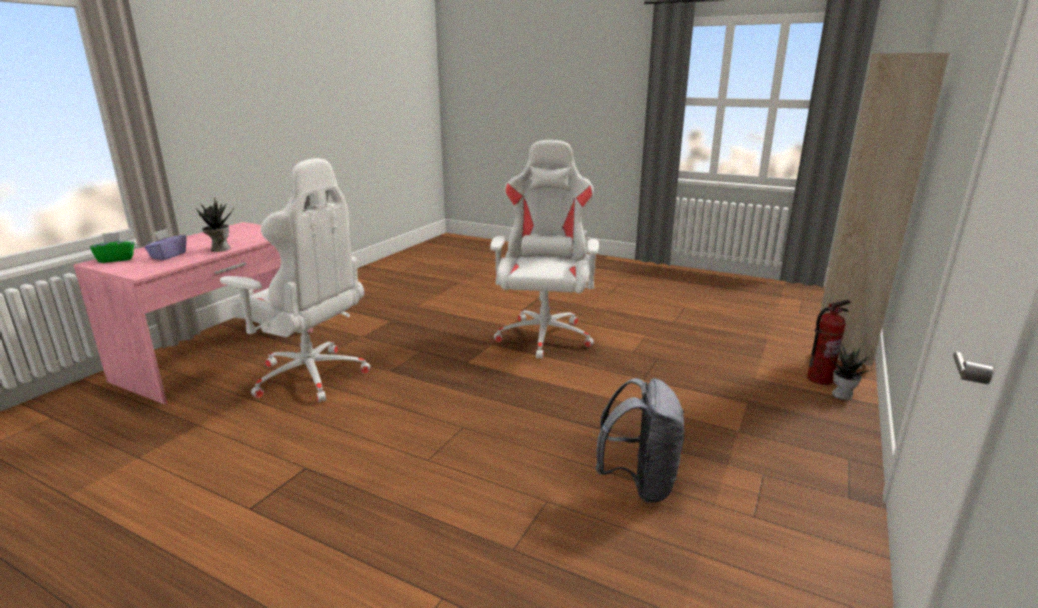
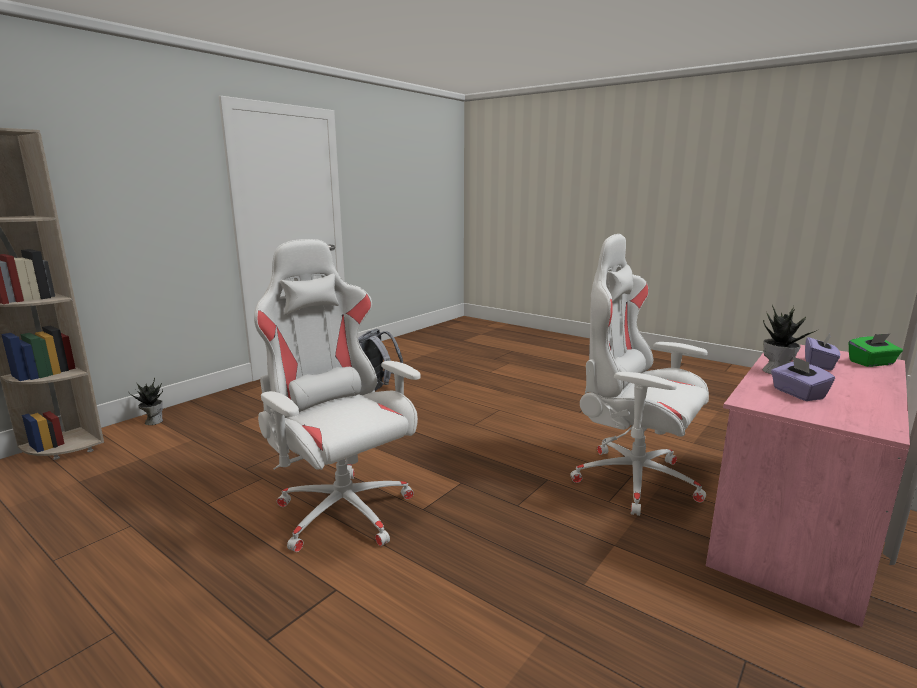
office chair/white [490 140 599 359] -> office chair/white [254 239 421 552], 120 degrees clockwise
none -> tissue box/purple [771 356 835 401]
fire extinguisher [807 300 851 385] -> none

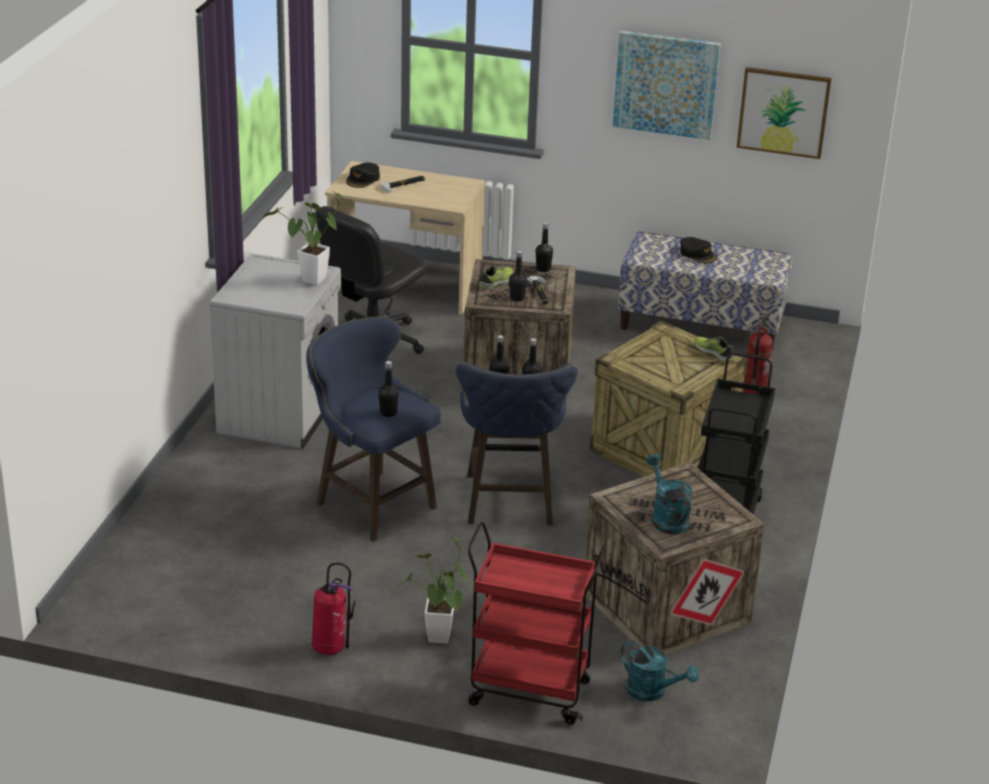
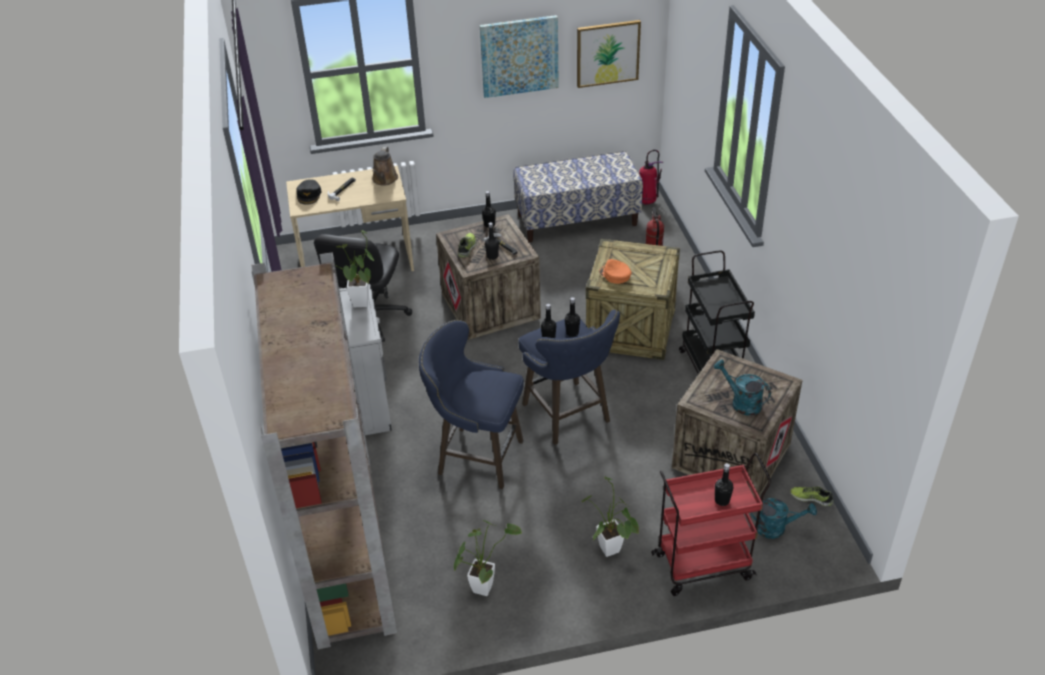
none -> bookcase/brown [251 252 397 649]
none -> watering can/brown [372 147 398 186]
none -> potted plant [454 520 522 596]
none -> cap/orange [599 259 632 284]
fire extinguisher [312 563 355 655] -> fire extinguisher [639 150 663 205], relocated
bottle/black [378 361 399 417] -> bottle/black [715 463 733 506], relocated
shoe [694 337 735 363] -> shoe [790 486 833 506], relocated
cap/black [680 237 717 263] -> none

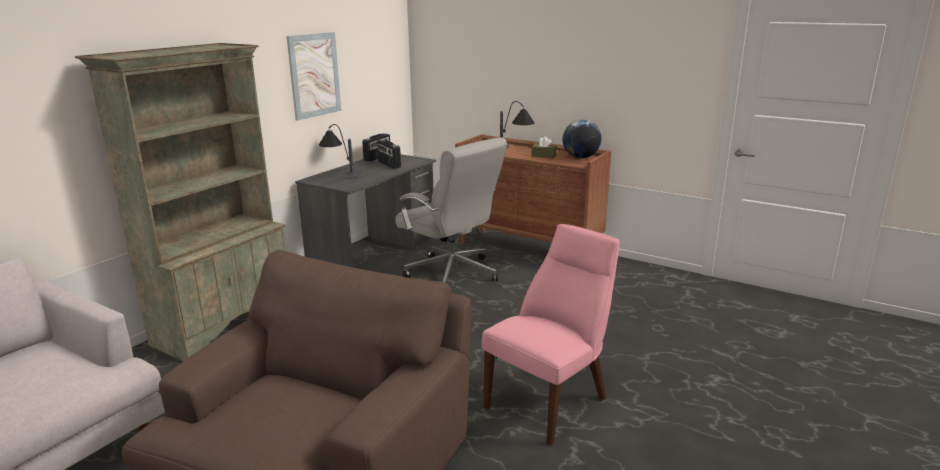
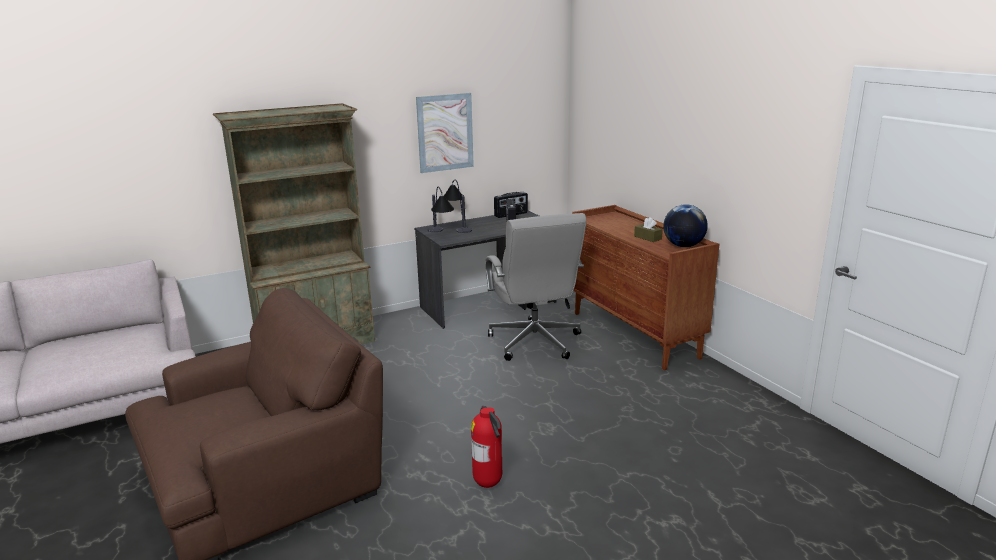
table lamp [500 101 535 148] -> table lamp [428 187 454 232], relocated
chair/pink [482 224 619 446] -> fire extinguisher [471 406 502 488]

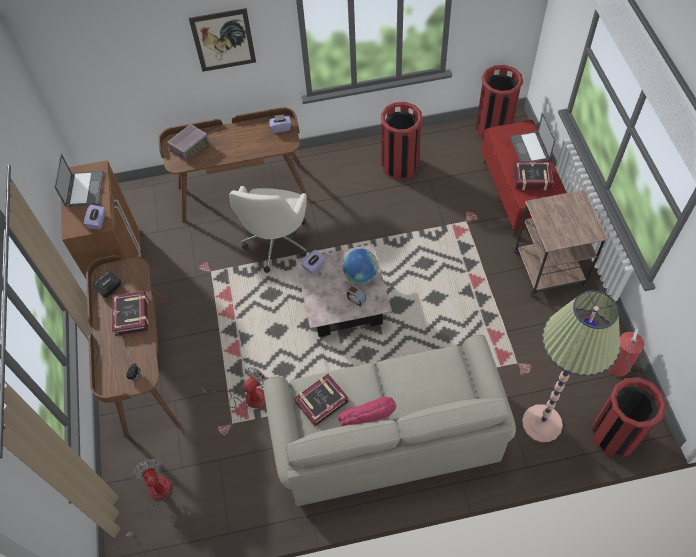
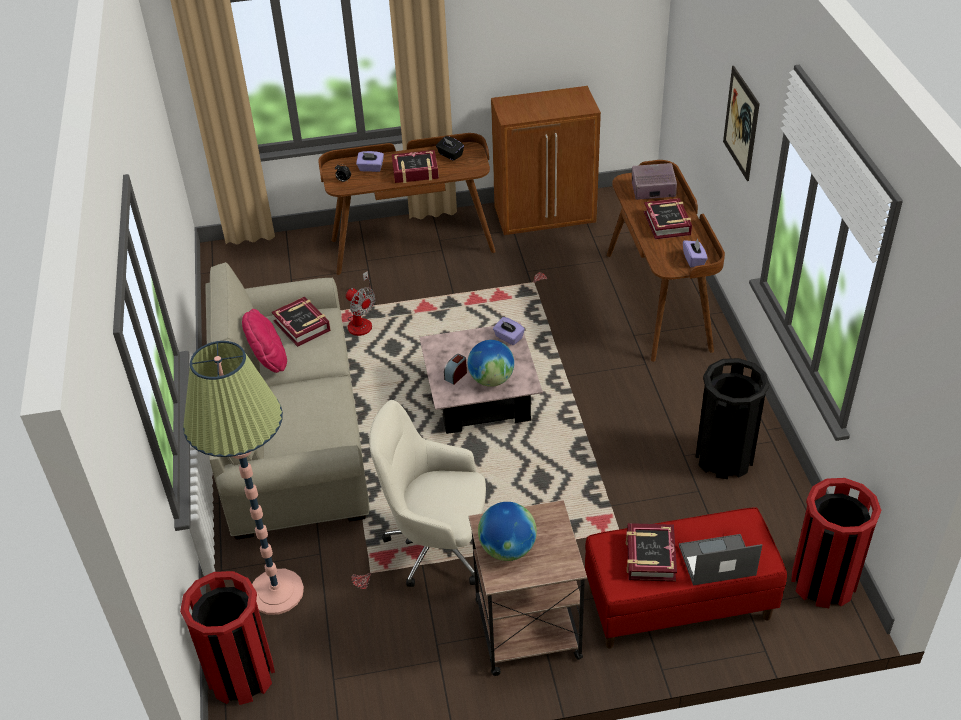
tissue box/purple [84 205 105 229] -> tissue box/purple [356 151 384 172], relocated
office chair/beige [229 186 307 273] -> office chair/beige [369 400 486 587], relocated
none -> globe [478 502 537 561]
radio [167 124 209 162] -> radio [632 163 677 200], 135 degrees clockwise
none -> book [644 198 692 239]
trash can/red [381 102 423 180] -> trash can/black [695 358 769 479]
laptop [54 154 104 207] -> none
fan [125 458 171 537] -> none
fire extinguisher [608 329 644 377] -> none

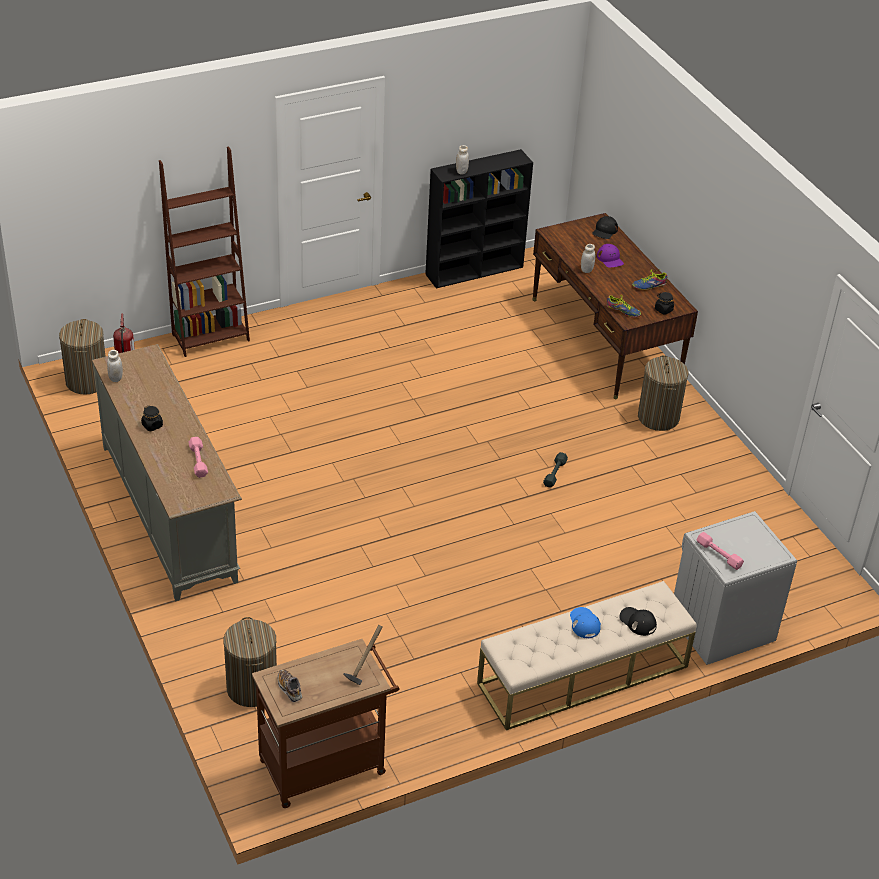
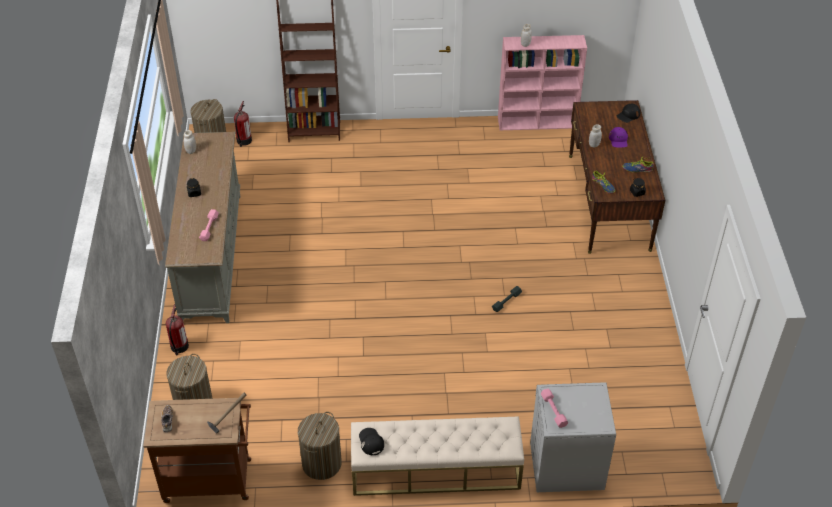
none -> fire extinguisher [166 304 189 355]
laundry basket [638 355 688 431] -> laundry basket [298 412 342 480], relocated
cap/black [619 607 657 636] -> cap/black [359 428 384 455], relocated
bookcase/black [425 149 533 288] -> bookcase/pink [498 35 587 130]
cap/blue [570 607 601 638] -> none

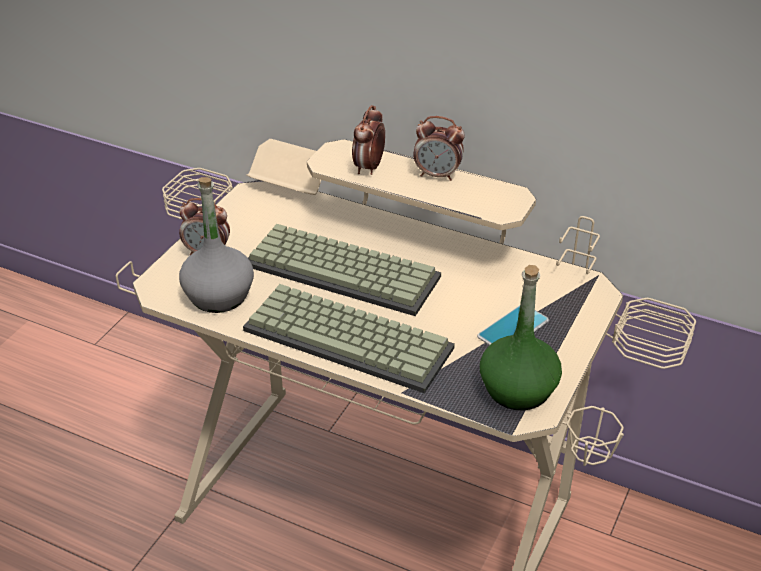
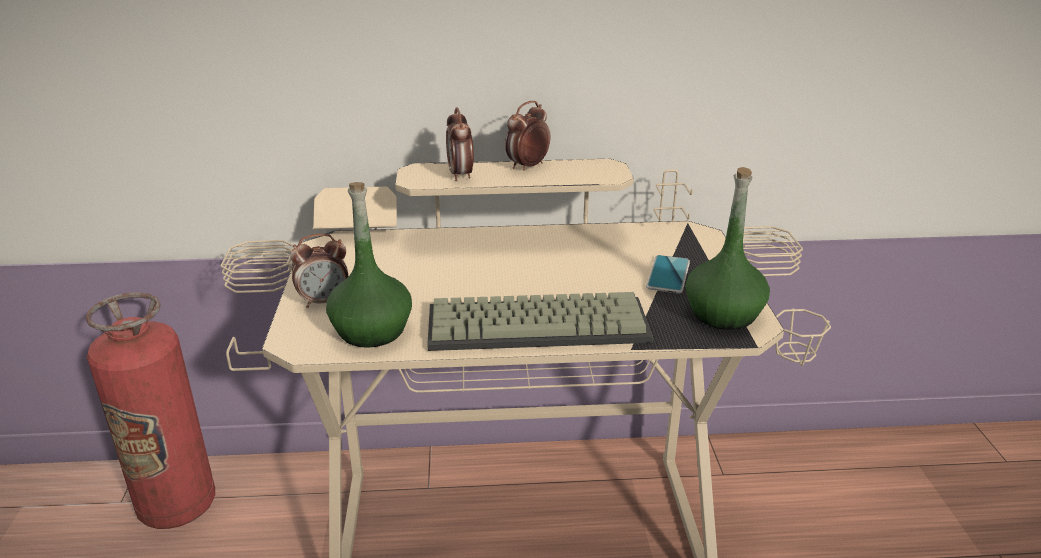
none -> fire extinguisher [86 292 215 529]
bottle/grey [179 177 254 313] -> bottle/green [326 182 412 348]
alarm clock [413 116 465 181] -> alarm clock [505 101 550 171], 150 degrees clockwise
keyboard [248 224 441 316] -> none

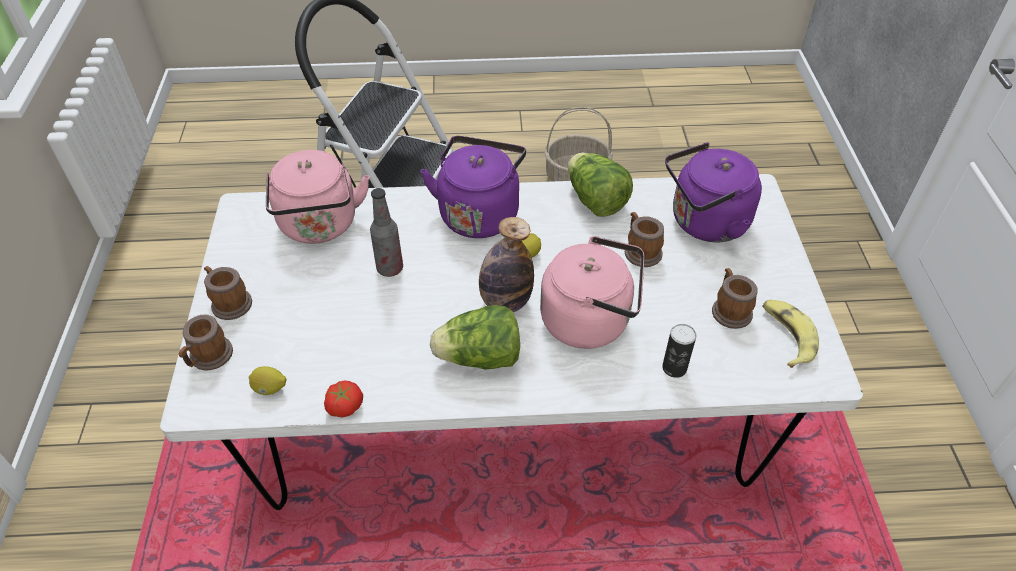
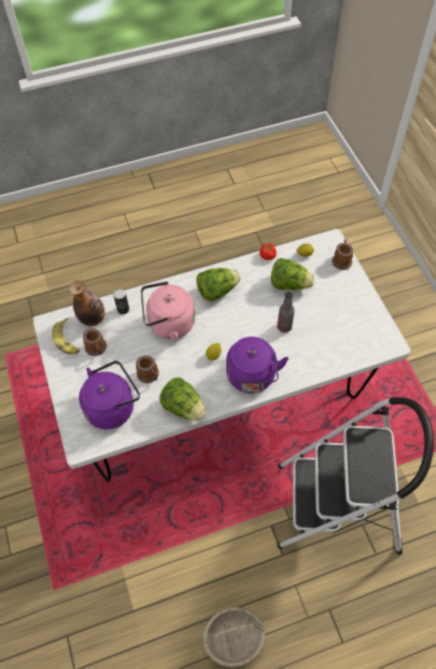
bottle [479 217 534 312] -> bottle [69 280 105 326], relocated
none -> lettuce [271 258 315 290]
mug [204 266 252 320] -> none
kettle/pink [266 150 370 244] -> none

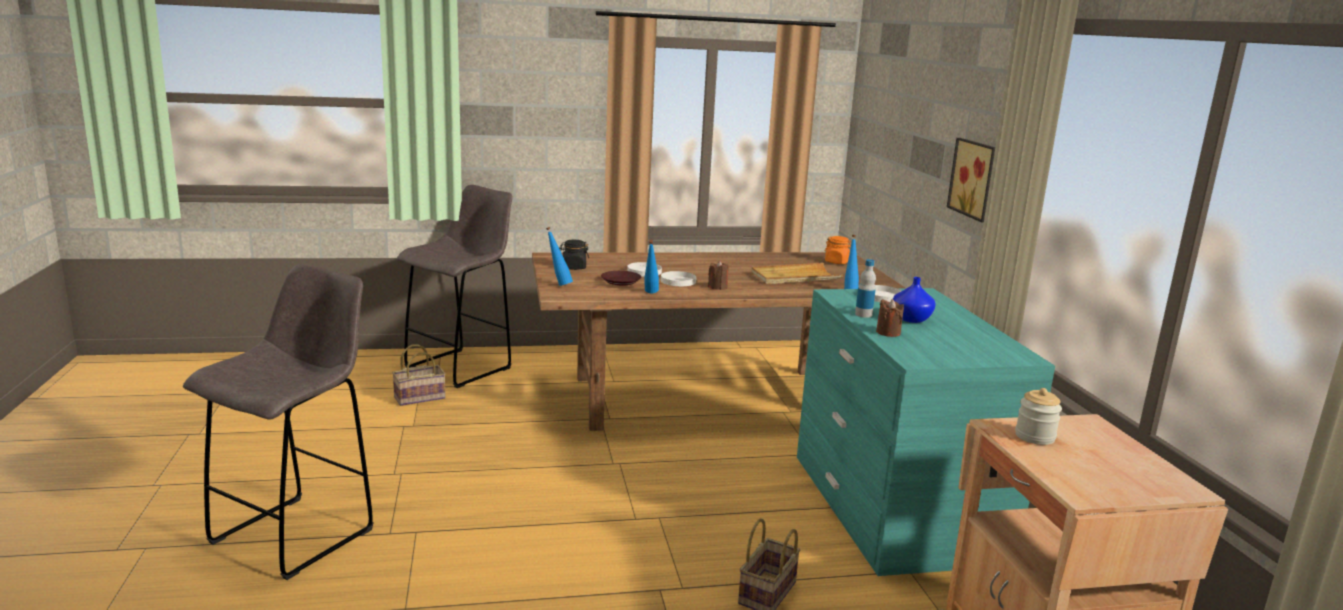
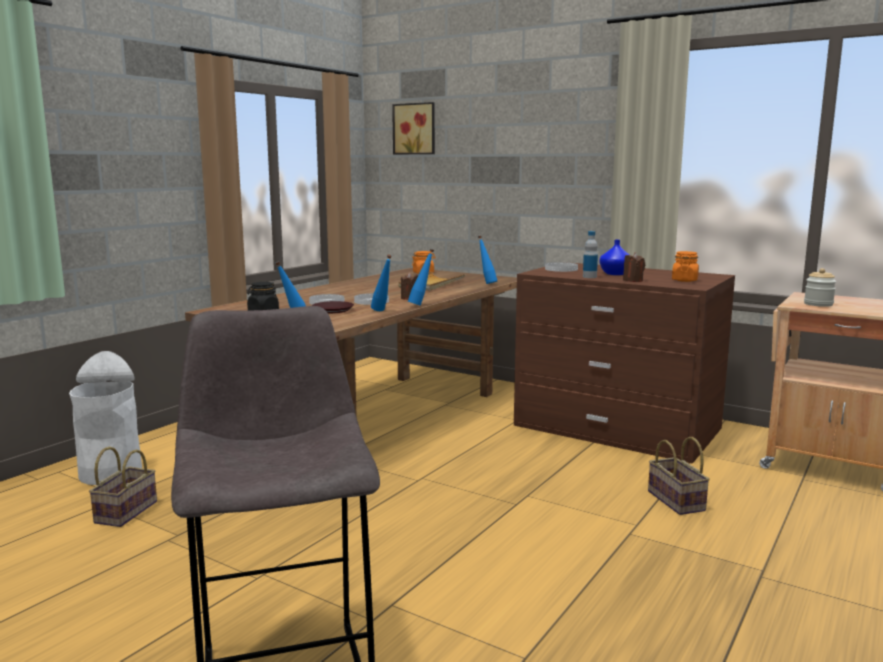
stool/grey [397 185 512 388] -> trash can/white [69 351 142 485]
picture [947 138 995 223] -> picture [392 102 435 154], relocated
none -> bottle/blue [408 249 434 306]
dresser/turquoise [797 288 1055 576] -> dresser/brown [514 262 735 464]
none -> jar/orange [672 251 699 282]

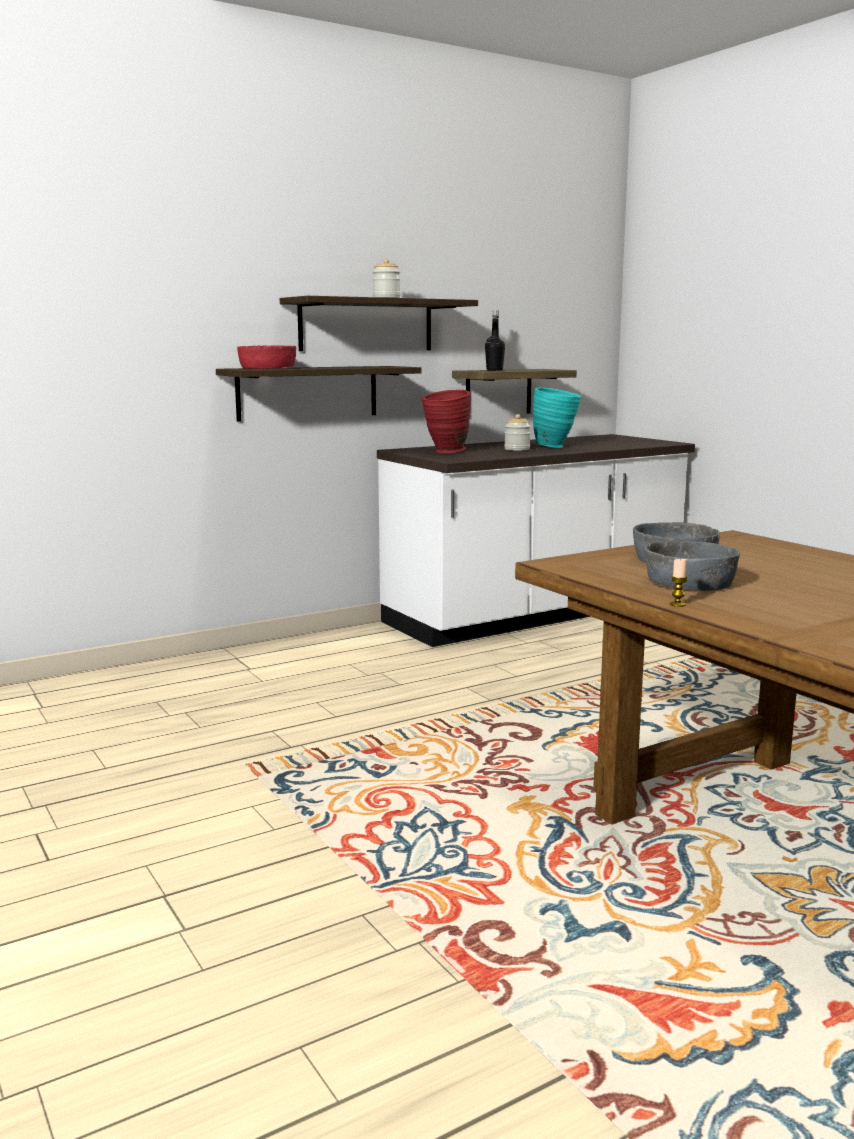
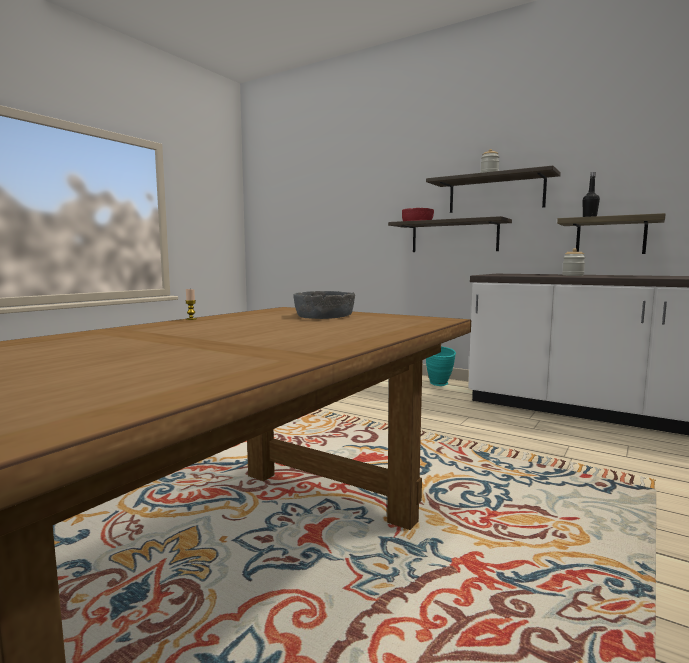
vase/turquoise [533 387 581 448] -> vase/turquoise [426 347 456 386], relocated
vase/red [421 390 471 453] -> none
bowl/grey [645 541 740 591] -> none

